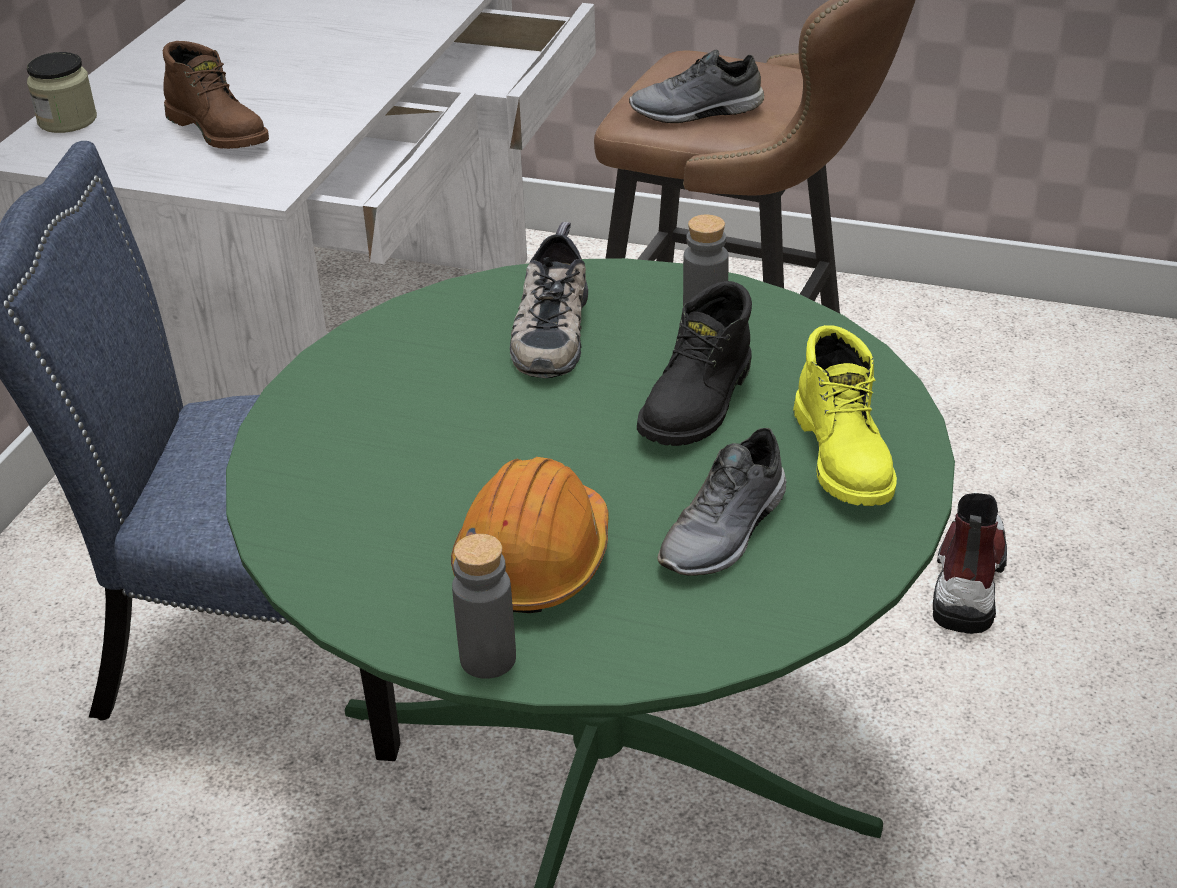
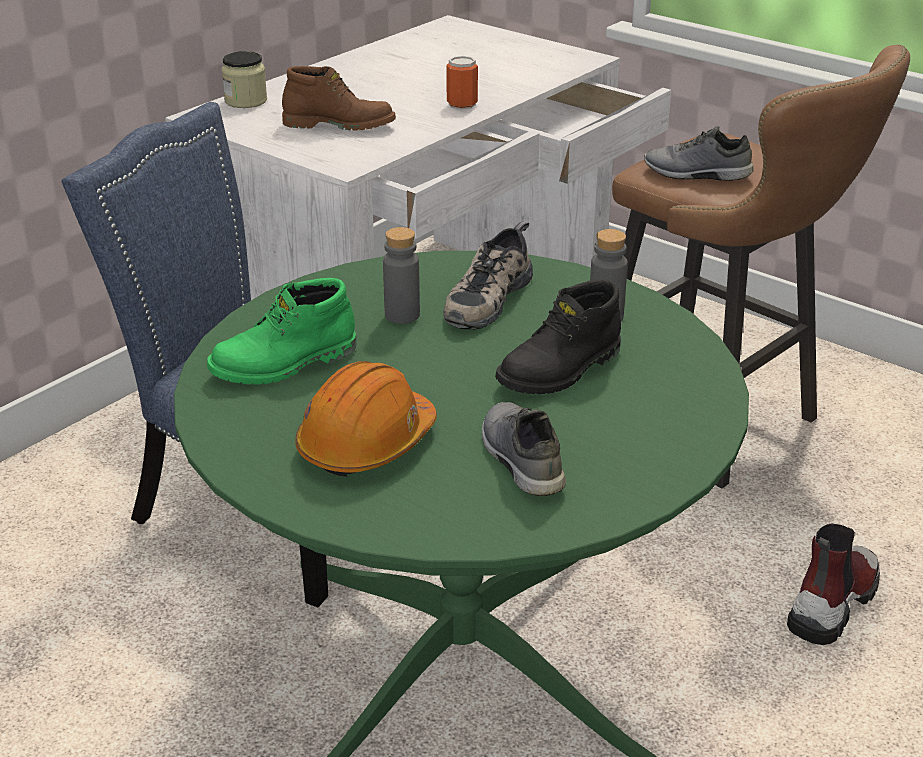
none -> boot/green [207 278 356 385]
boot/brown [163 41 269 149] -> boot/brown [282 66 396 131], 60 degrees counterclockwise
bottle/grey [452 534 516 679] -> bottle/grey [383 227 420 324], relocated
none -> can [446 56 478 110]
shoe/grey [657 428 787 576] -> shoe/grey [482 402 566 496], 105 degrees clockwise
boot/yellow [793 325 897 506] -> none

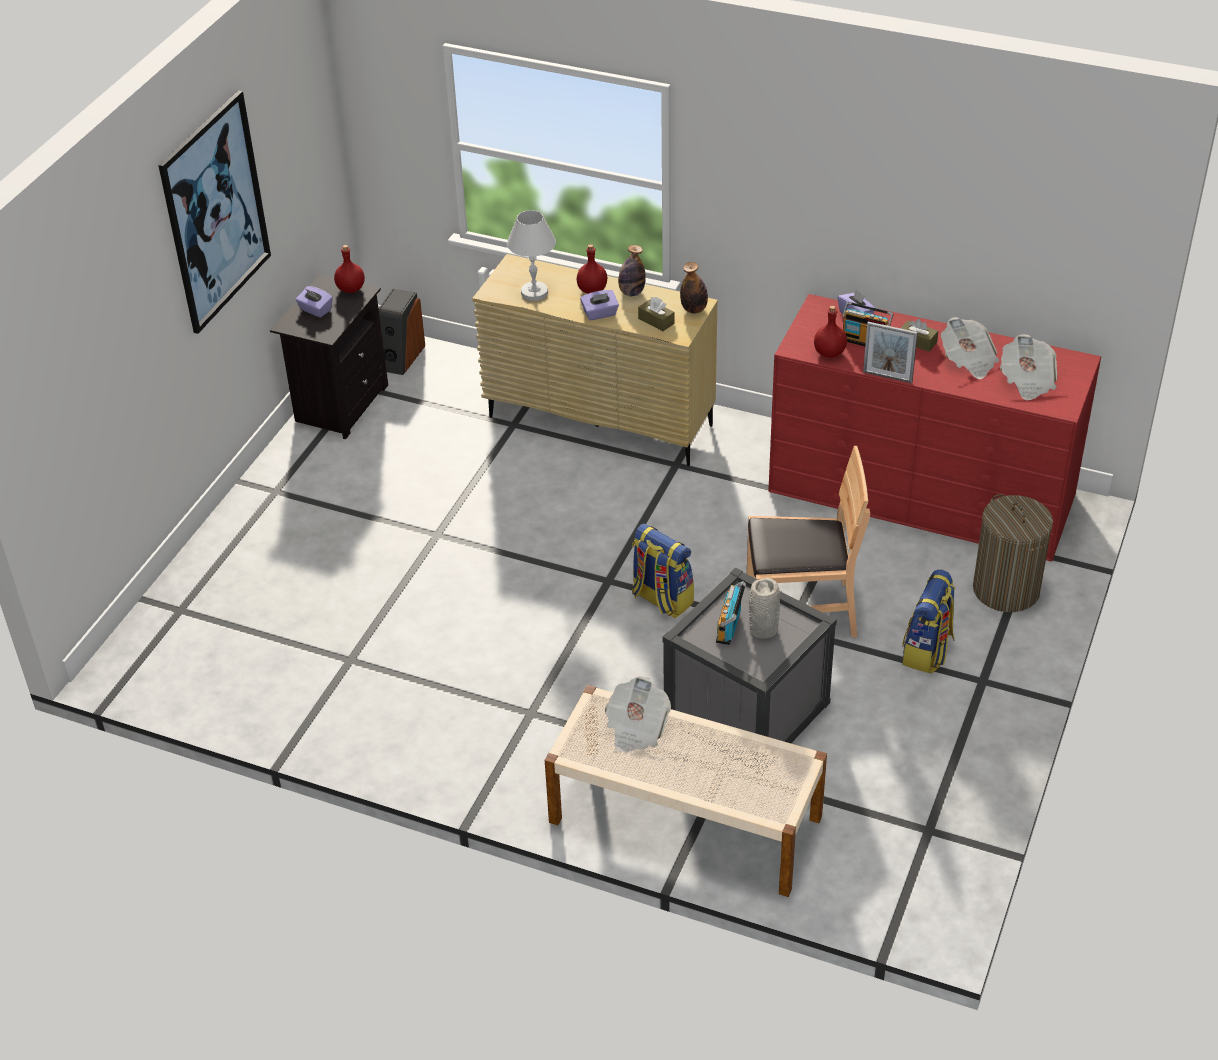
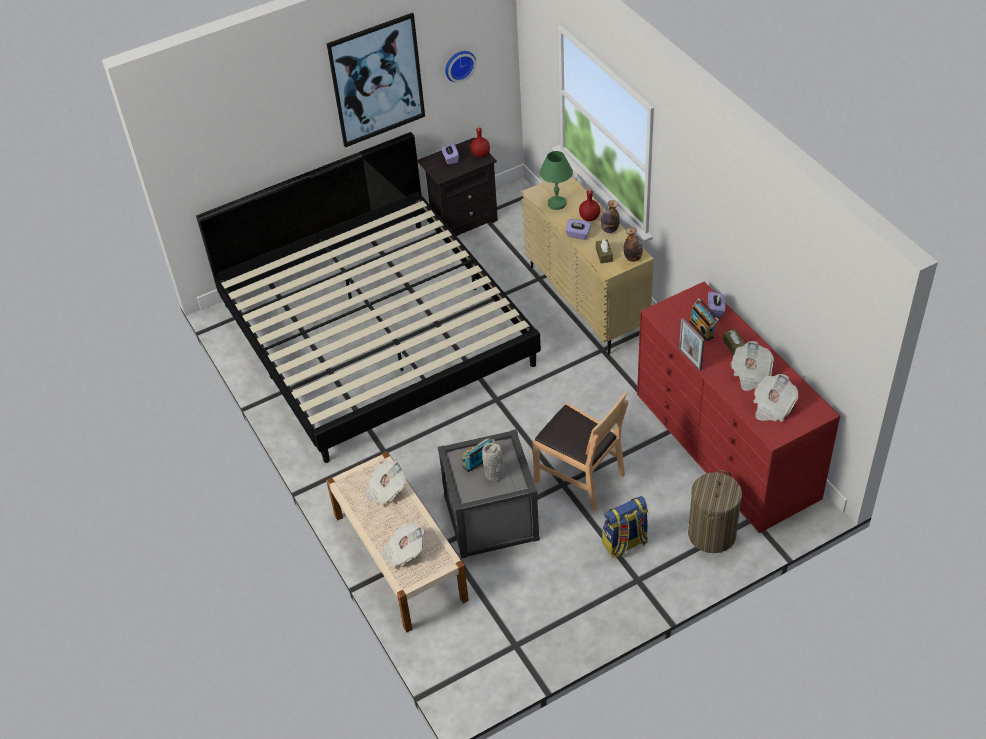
none -> bed [196 132 541 463]
none -> newspaper [380 522 425 568]
none -> wall clock [445 51 476 82]
table lamp/white [507 210 556 301] -> table lamp/green [540 151 573 210]
speaker [379 288 425 375] -> none
backpack [632 524 694 618] -> none
bottle/red [814 306 847 358] -> none

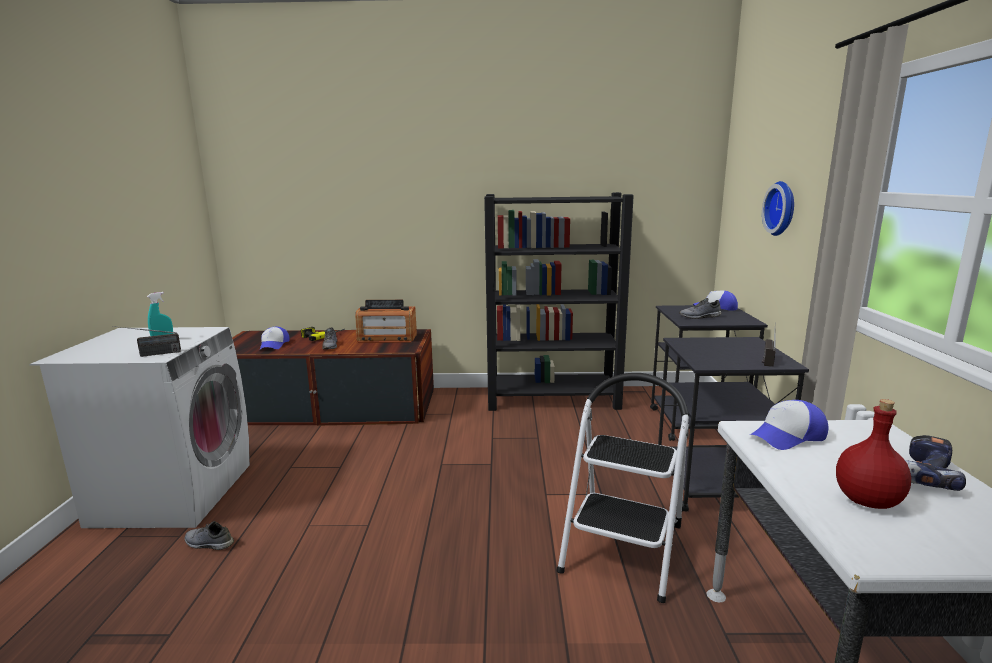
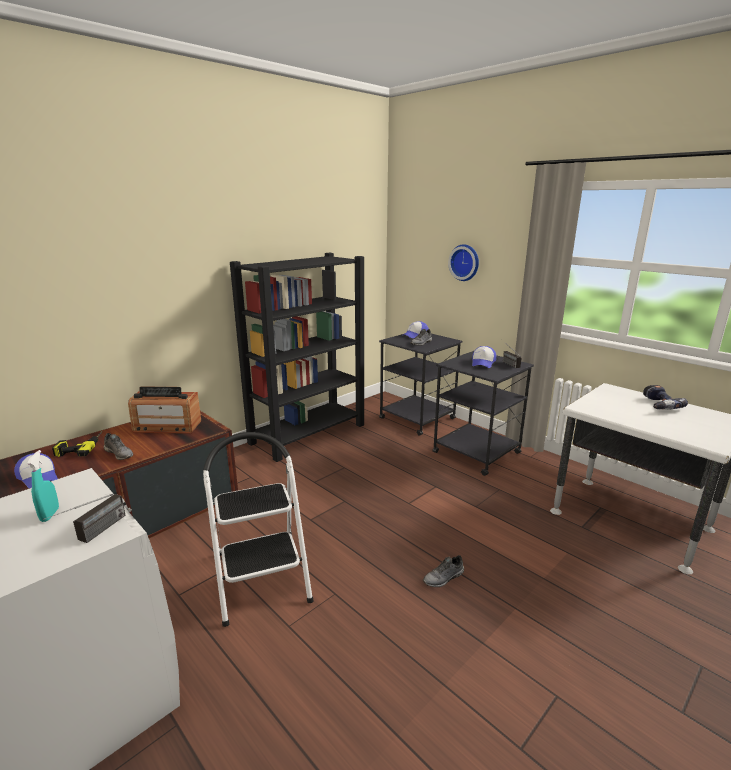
radio [355 300 417 343] -> radio [128 386 201 434], 45 degrees clockwise
step ladder [557 373 689 603] -> step ladder [203 432 314 627], relocated
shoe/grey [185 521 234 550] -> shoe/grey [423 555 464 587], relocated
cap [750 400 828 450] -> cap [472 346 497 368], relocated
bottle/red [836 399 911 509] -> none

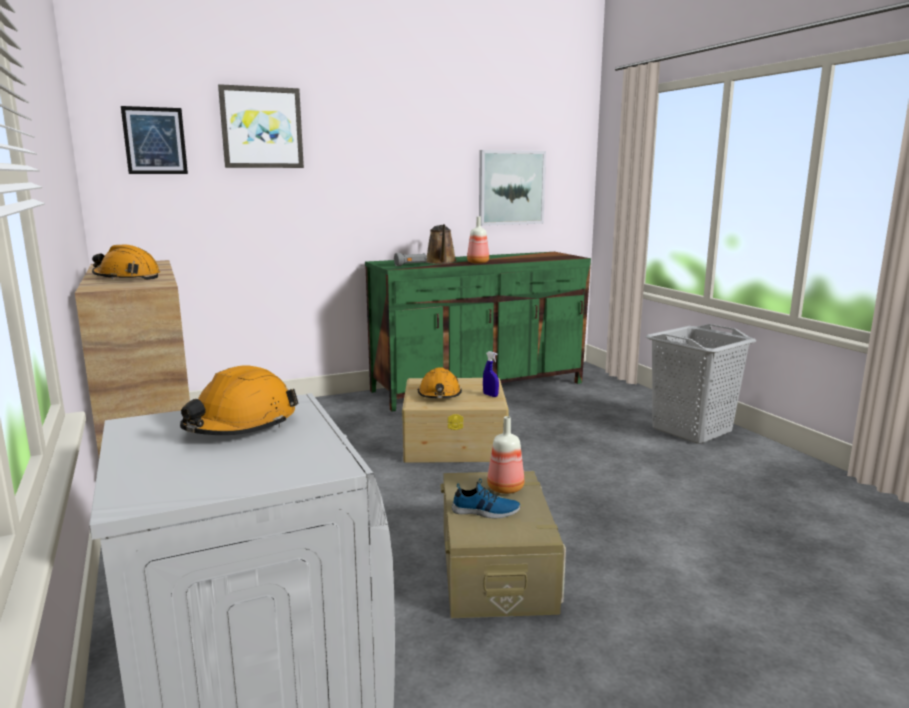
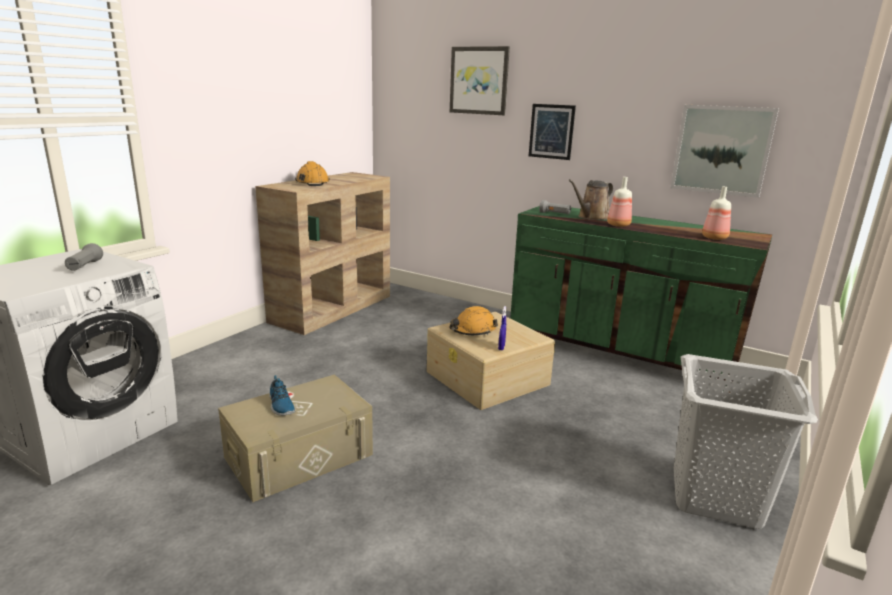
hard hat/orange [180 365 299 435] -> flashlight/grey [65 243 103 271]
picture [121 106 188 174] -> picture [529 104 576 160], relocated
bottle [487 416 524 494] -> bottle [702 186 731 240], relocated

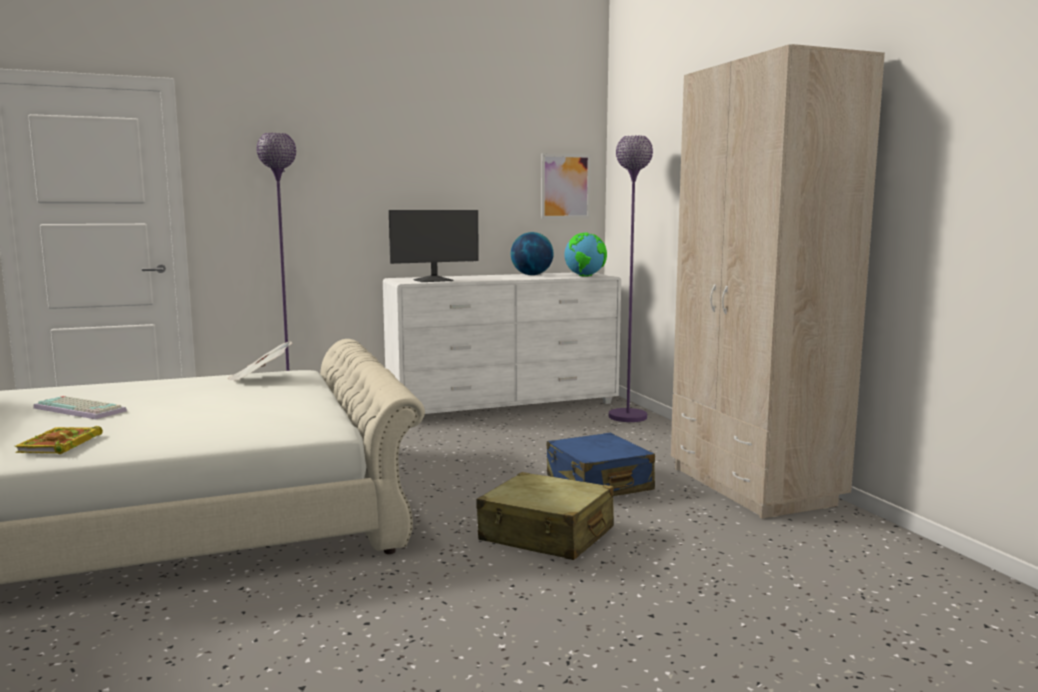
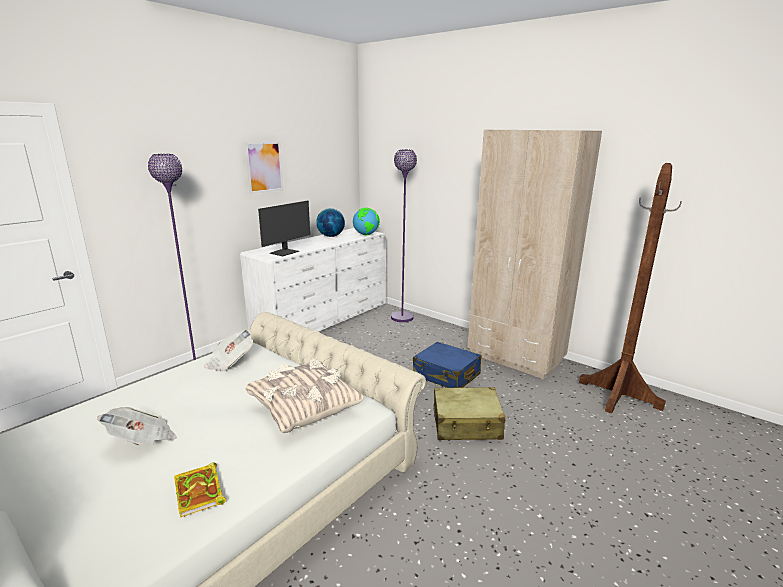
keyboard [33 396 127 419] -> newspaper [97 407 177 445]
picture [541 154 591 219] -> picture [245 141 283 194], relocated
none -> pillow/beige [245 357 364 433]
none -> clothes rack/brown [579 163 682 414]

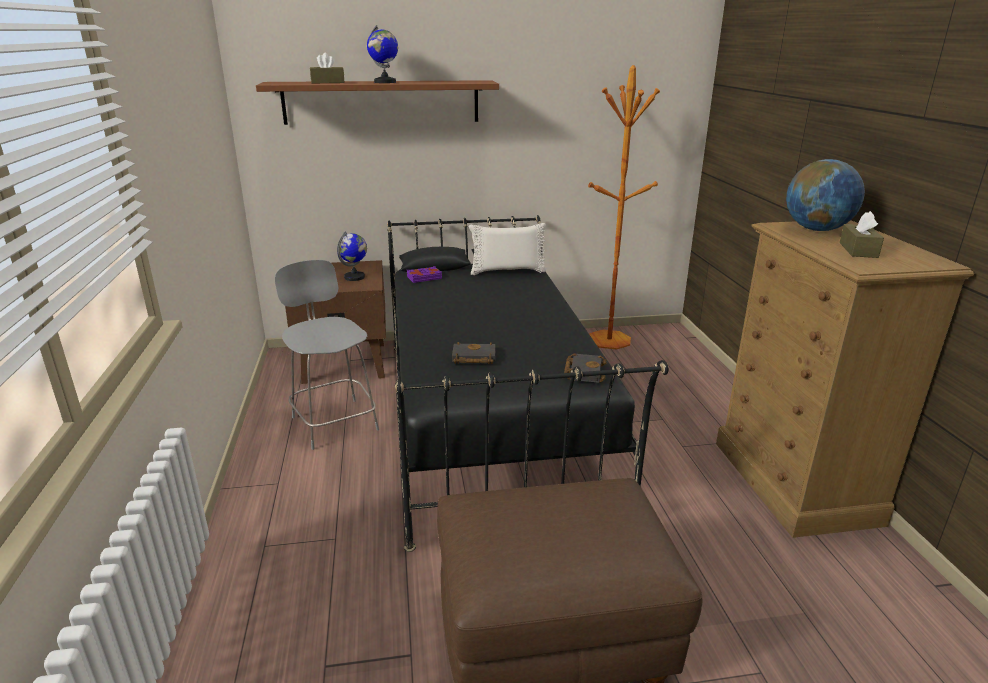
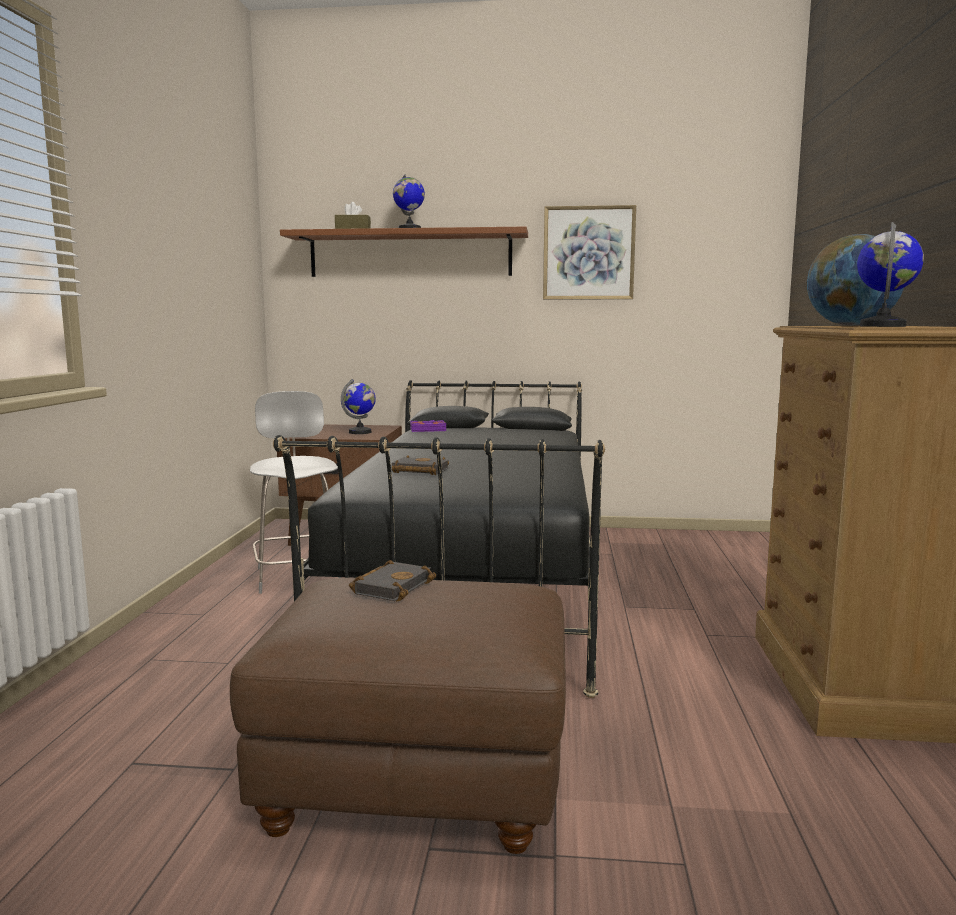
book/black [564 353 607 383] -> book/black [349 560 436 601], relocated
none -> picture [543 205 636 300]
tissue box/brown [840 211 884 258] -> globe [857 222 924 327]
pillow/white [469 223 546 275] -> none
clothes rack/orange [588 65 660 350] -> none

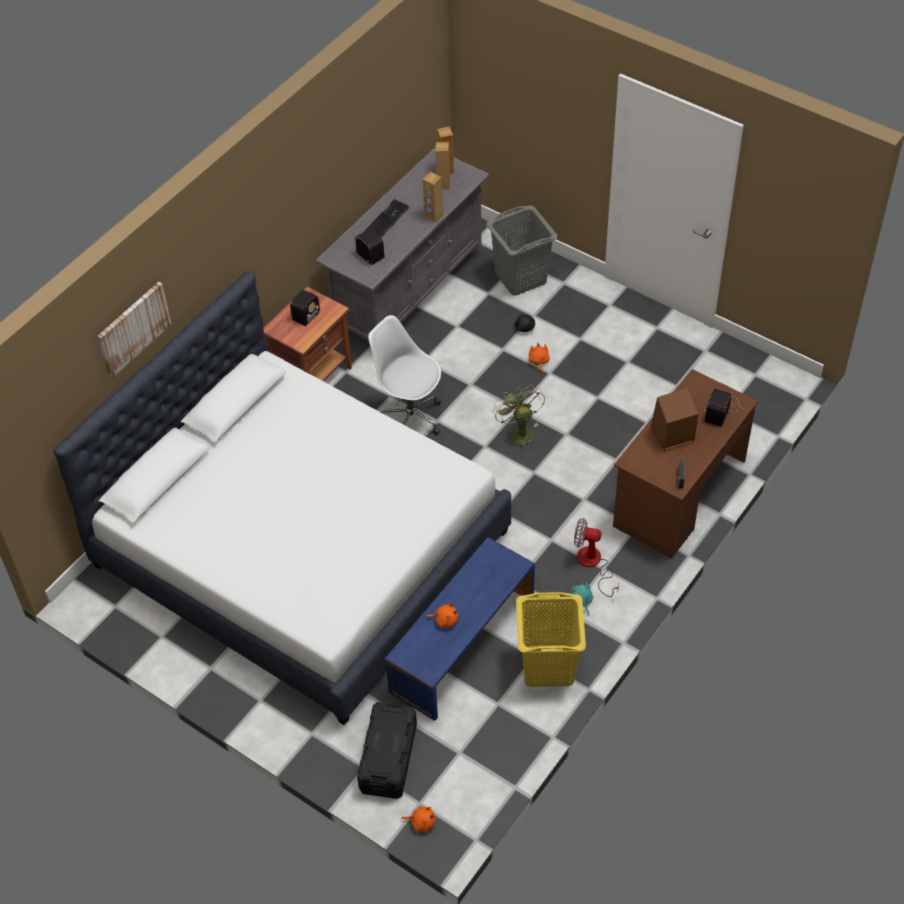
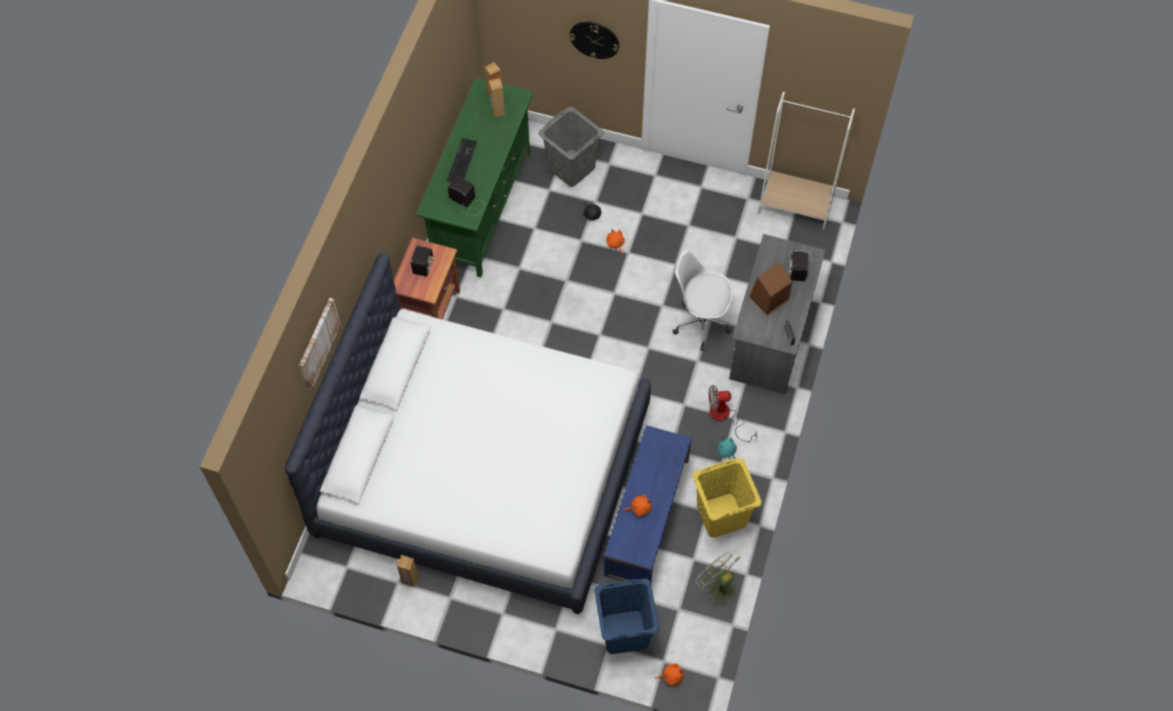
speaker/brown [423 172 443 222] -> speaker/brown [397 555 419 587], relocated
dresser/grey [316 149 489 340] -> dresser/green [416 77 533 278]
none -> wall clock [570 22 619 59]
storage box/black [357 702 417 799] -> laundry basket/blue [594 578 659 654]
office chair/white [368 315 441 435] -> office chair/white [673 250 733 351], relocated
fan/green [493 384 545 452] -> fan/green [696 550 741 607], relocated
desk/brown [613 369 758 558] -> desk/grey [729 234 826 394]
none -> clothes rack [758 92 855 230]

